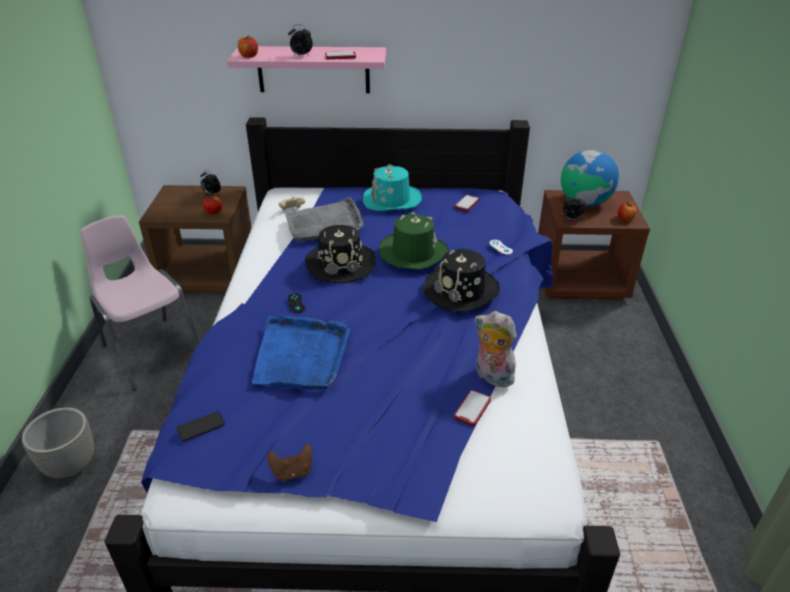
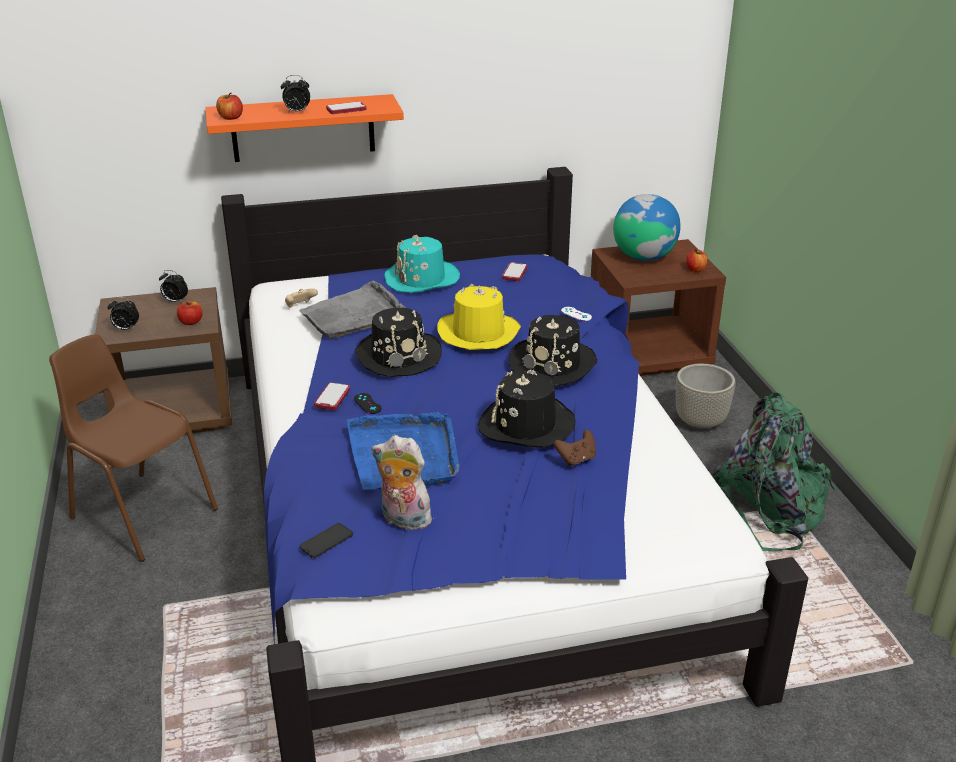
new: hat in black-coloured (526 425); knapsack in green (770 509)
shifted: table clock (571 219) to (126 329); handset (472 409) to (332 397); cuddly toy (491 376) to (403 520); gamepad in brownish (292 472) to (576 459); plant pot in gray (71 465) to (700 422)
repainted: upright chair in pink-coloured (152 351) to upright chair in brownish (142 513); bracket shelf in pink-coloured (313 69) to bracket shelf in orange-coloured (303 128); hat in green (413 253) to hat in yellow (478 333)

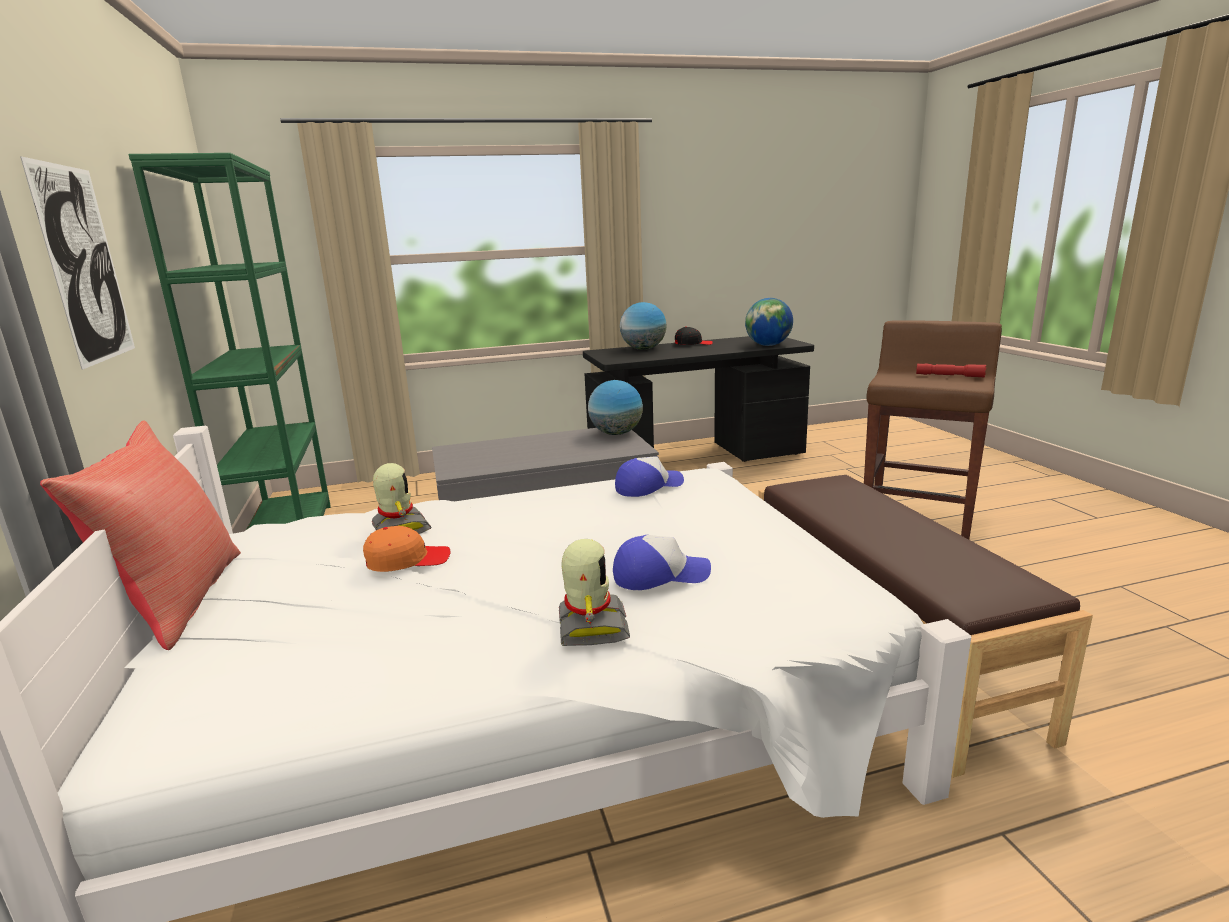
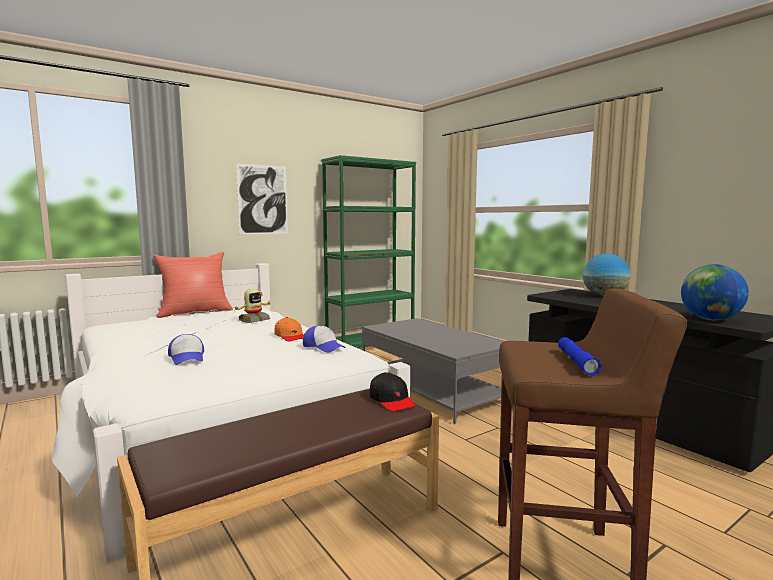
gone: toy robot (590 627); globe (616 434)
shifted: cap in orange-coloured (407 560) to (290 336); cap in black-coloured (693 344) to (392 400)
repainted: flashlight in red-coloured (949 376) to flashlight in blue-coloured (576 362)

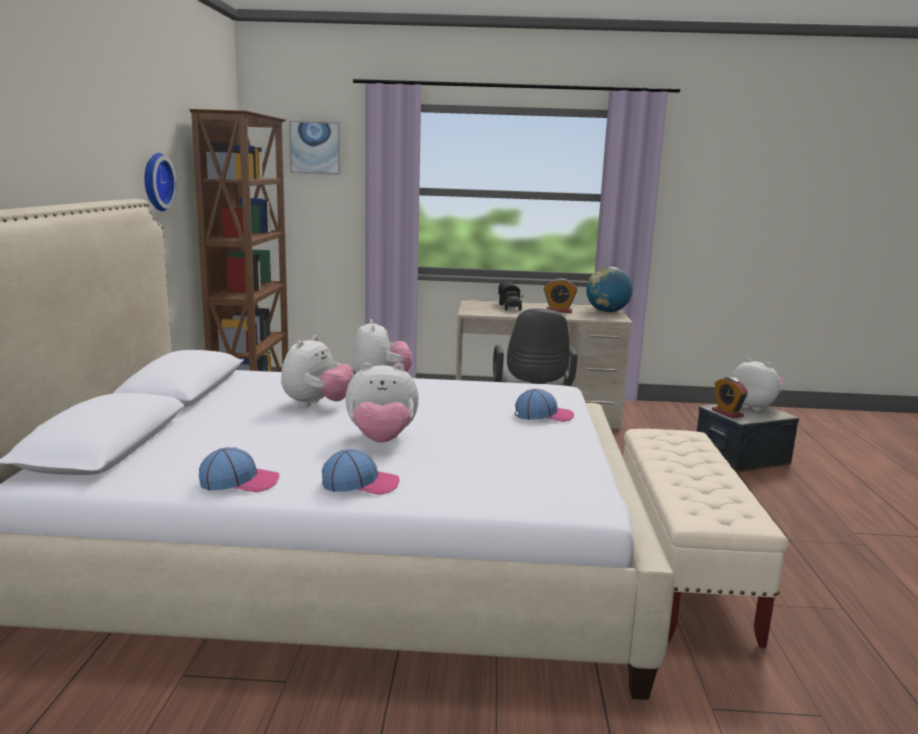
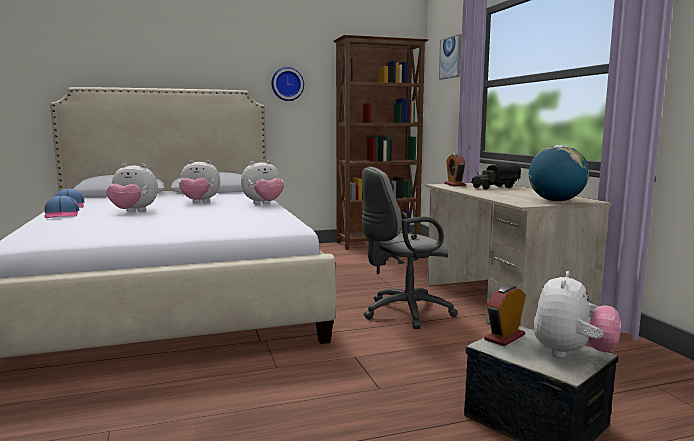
gone: cap (544 415); indoor bench in sand-coloured (681 572)
shifted: table clock (559 311) to (454 185)
rotated: cuddly toy (381 440) = (133 212) 60 degrees counterclockwise

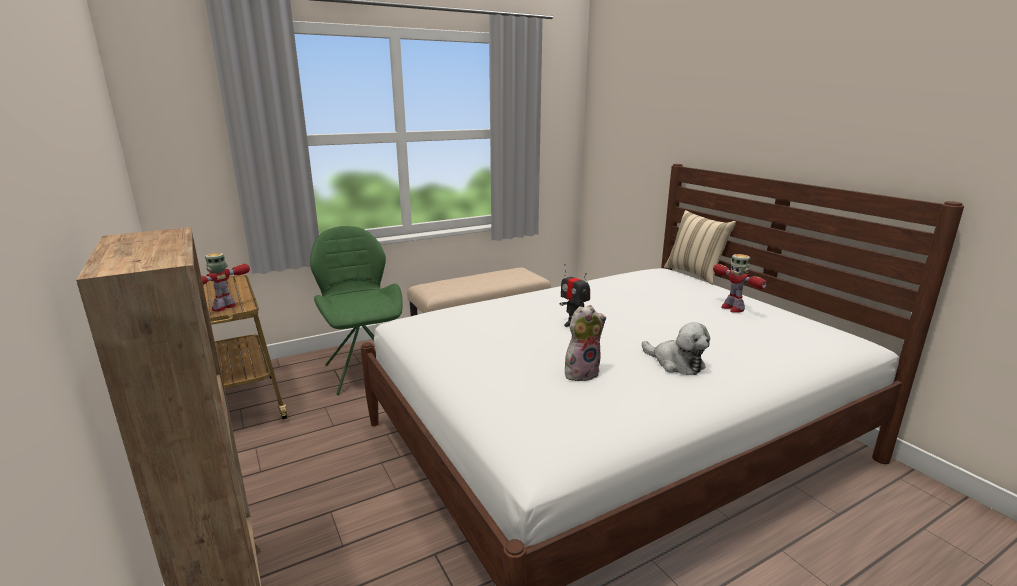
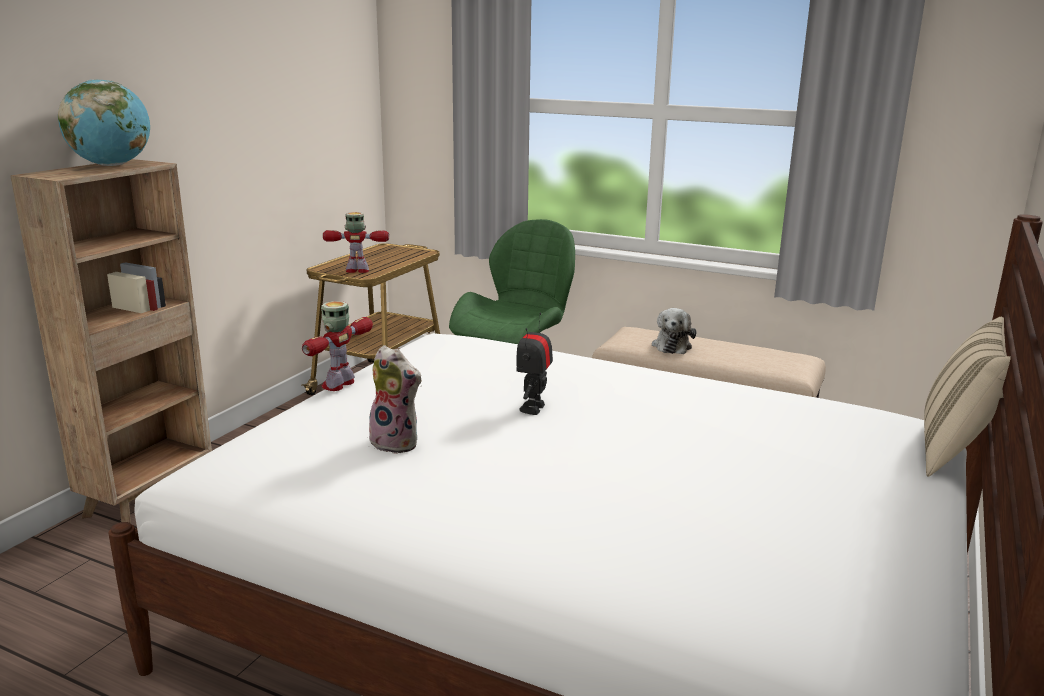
new: globe (111 165)
shifted: toy robot (732 308) to (339 384); cuddly toy (676 363) to (672 345)

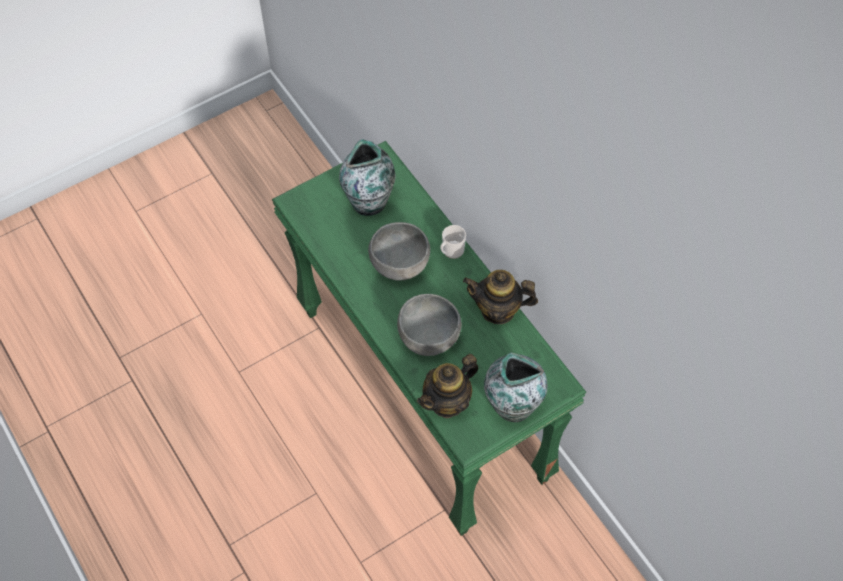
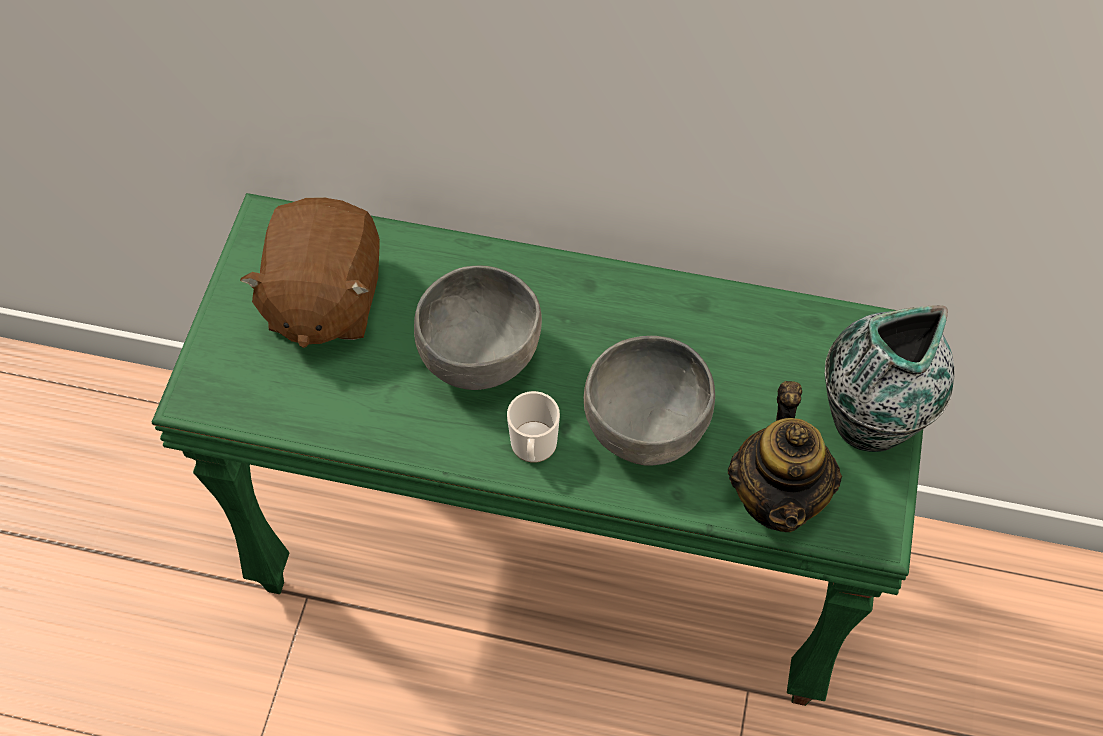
gone: teapot (498 310)
shifted: mug (451 251) to (533 448)
swapped: decorative vase (369 201) to cuddly toy in brownish (323 300)

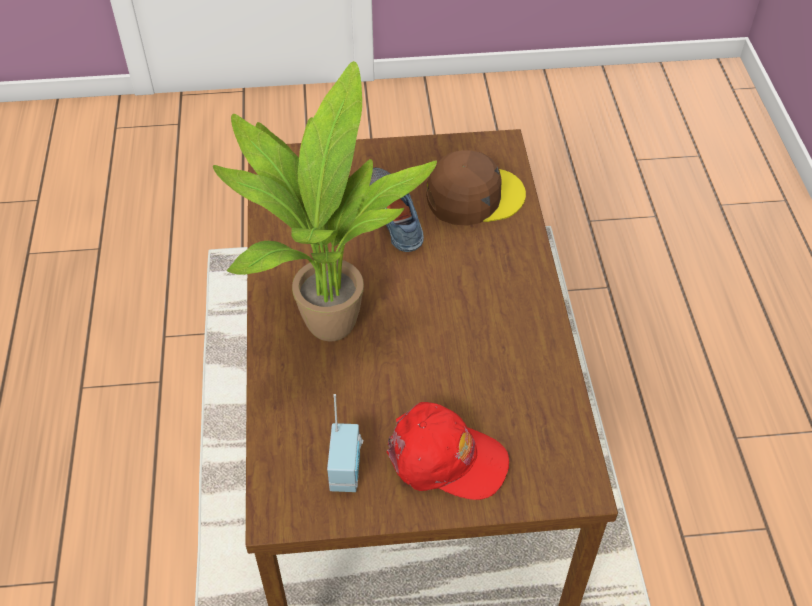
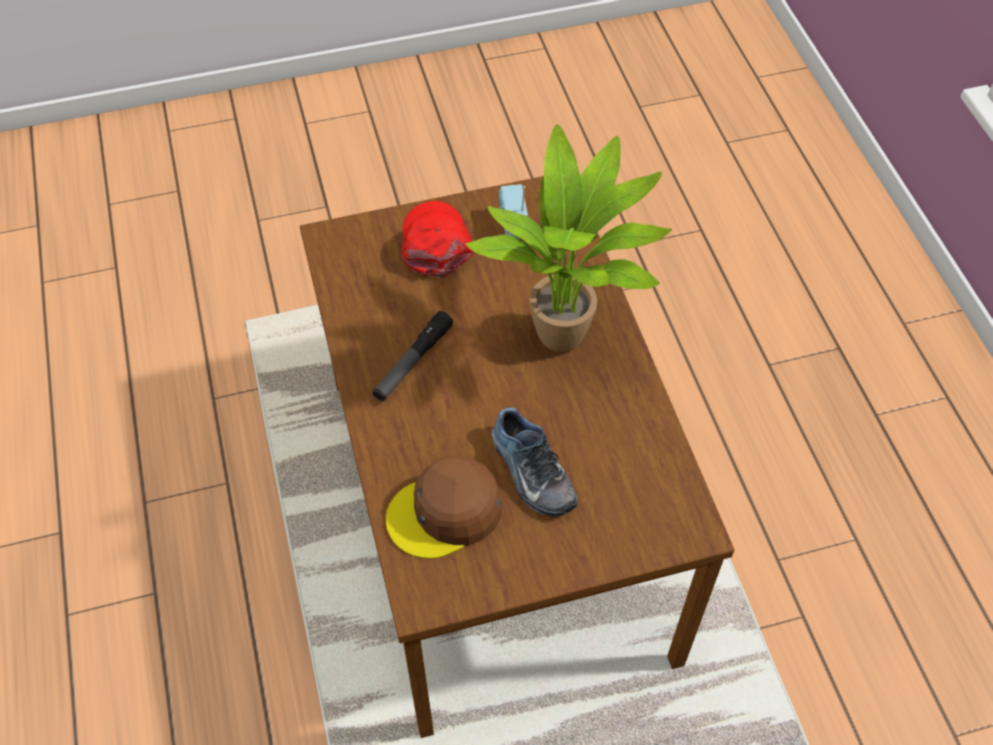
new: flashlight (412 362)
rotated: cap in red-coloured (446 458) = (435 243) 75 degrees clockwise

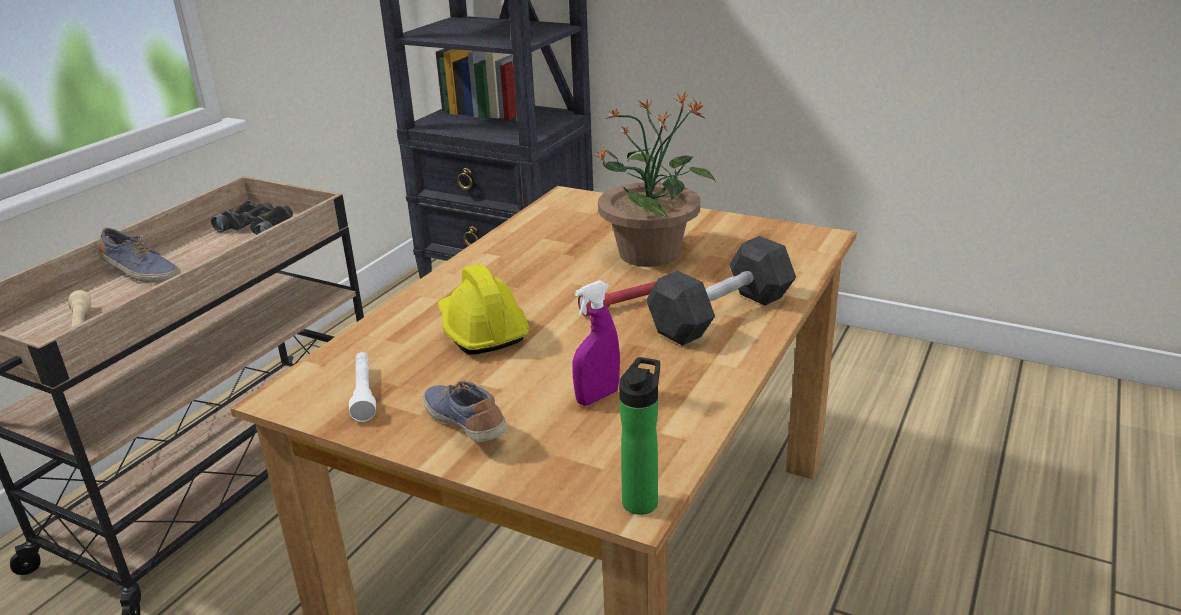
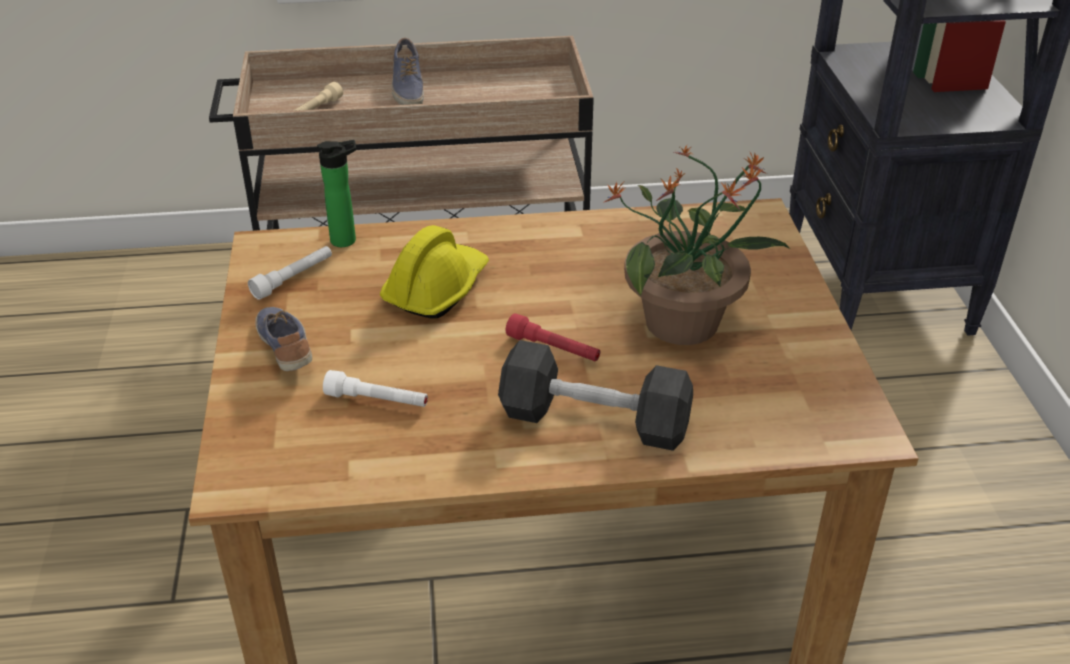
gone: field glasses in black-coloured (259 227)
shifted: drink bottle (642 499) to (347 240)
swapped: hand sprayer in purple-coloured (597 397) to flashlight in white-coloured (377 401)
rotated: item of footwear (466 424) = (287 349) 45 degrees counterclockwise

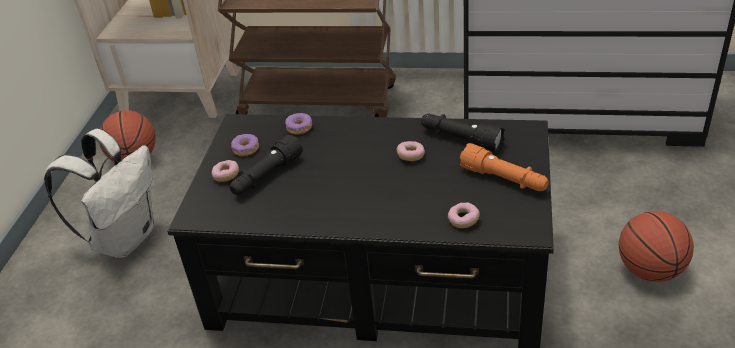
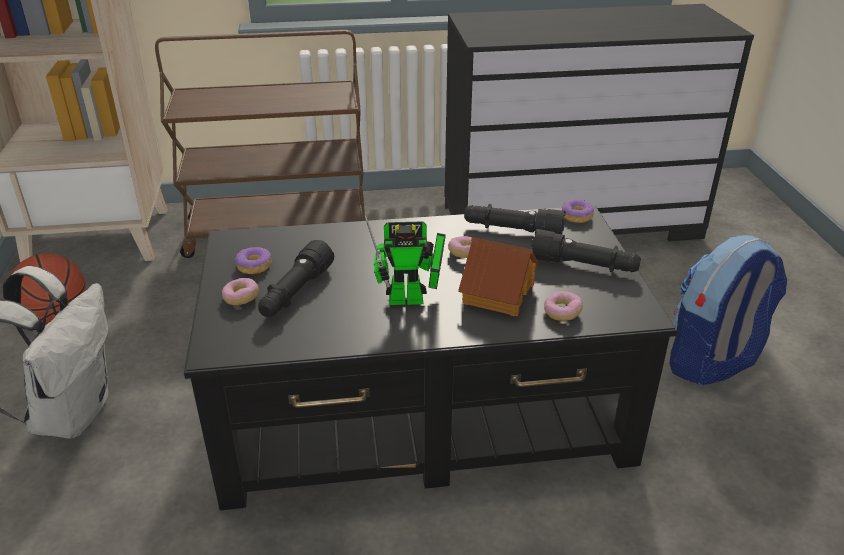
new: toy robot (412 299); toy house (497 293)
shifted: donut (299 128) to (577 216)
swapped: basketball ball (650 270) to knapsack (712 362)
repainted: flashlight in orange-coloured (504 179) to flashlight in black-coloured (584 266)

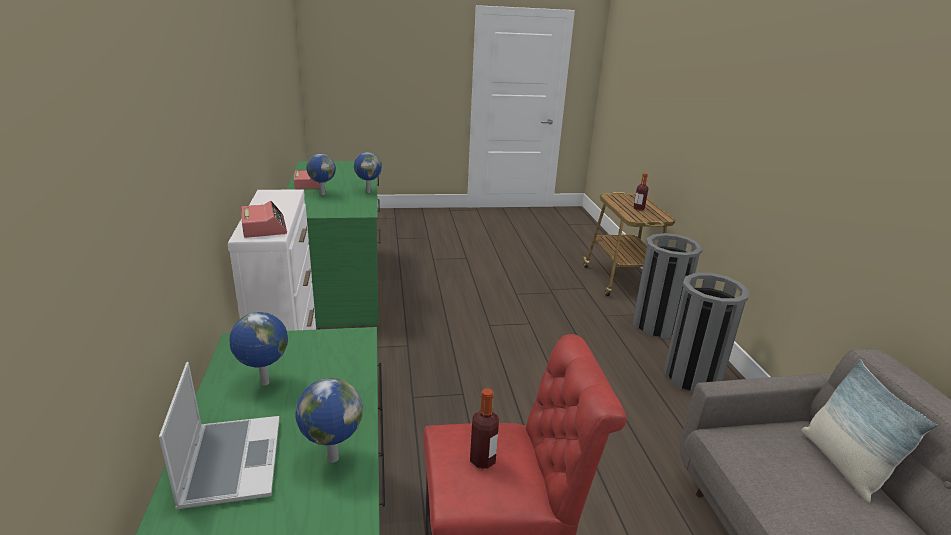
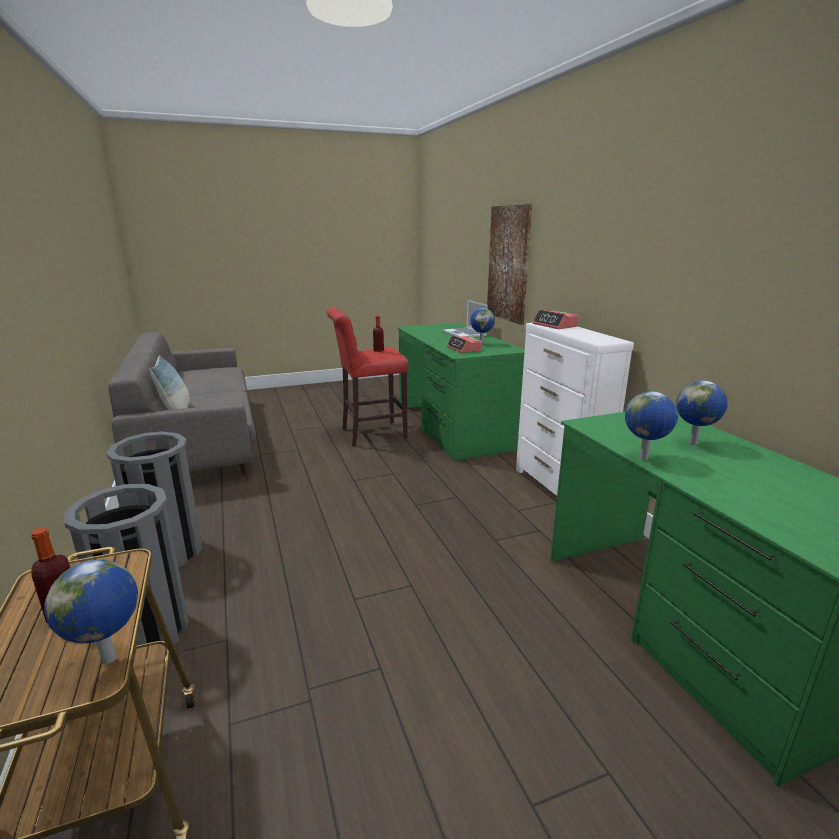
new: wall art (509 264)
shifted: globe (332 458) to (110 659); table clock (308 184) to (464 349)

